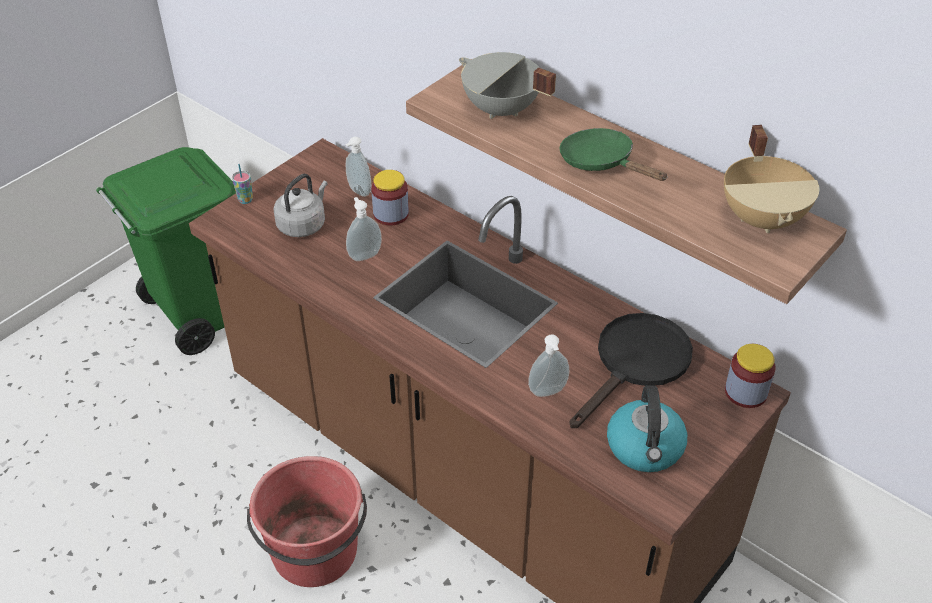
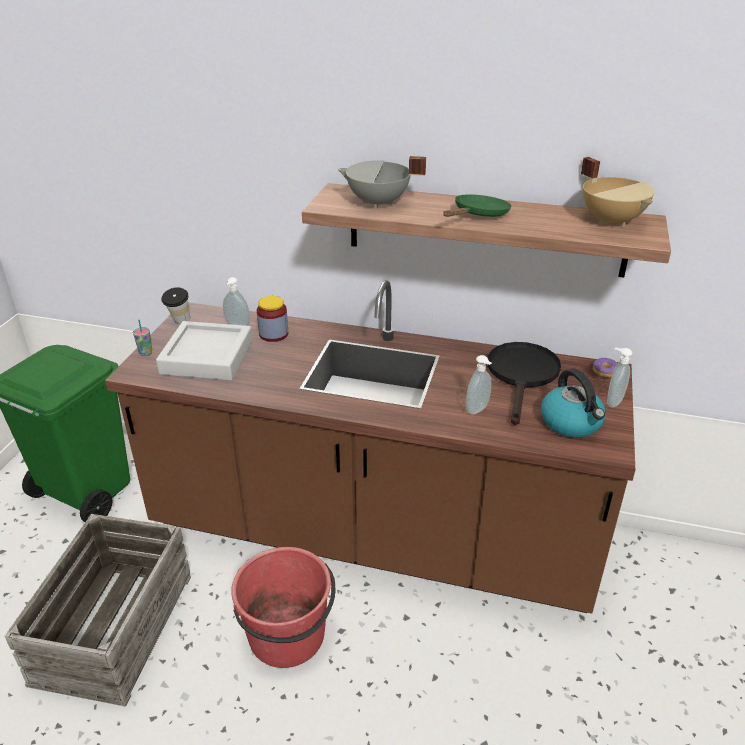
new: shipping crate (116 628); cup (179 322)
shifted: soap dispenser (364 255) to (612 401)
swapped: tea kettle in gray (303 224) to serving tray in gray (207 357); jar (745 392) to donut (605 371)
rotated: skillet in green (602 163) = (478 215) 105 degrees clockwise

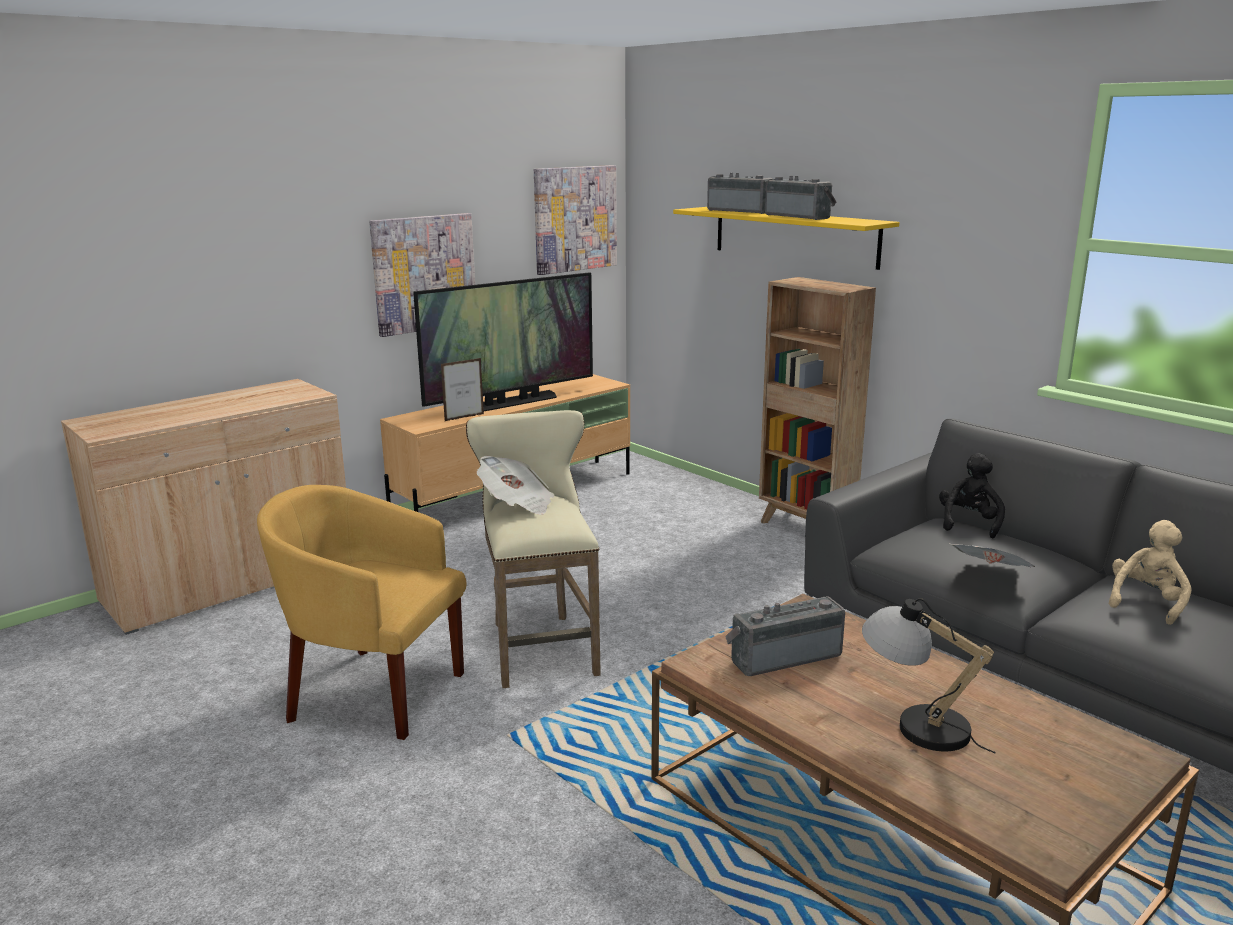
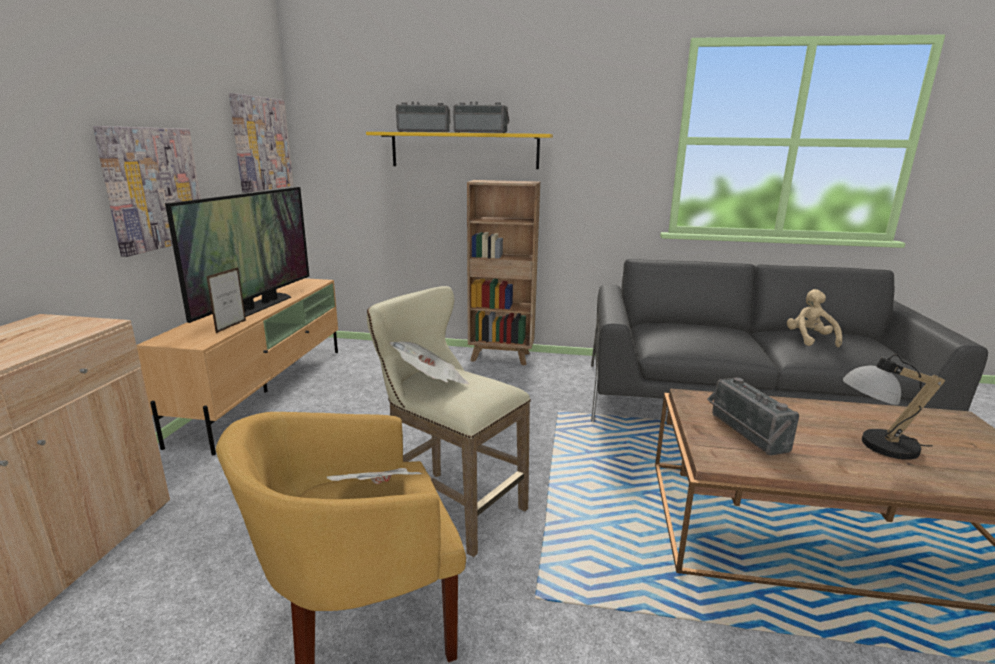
gone: cuddly toy in black-coloured (969 523)
shifted: printed paper (990 576) to (380 496)
rotated: radio set (783 656) = (744 433) 45 degrees counterclockwise

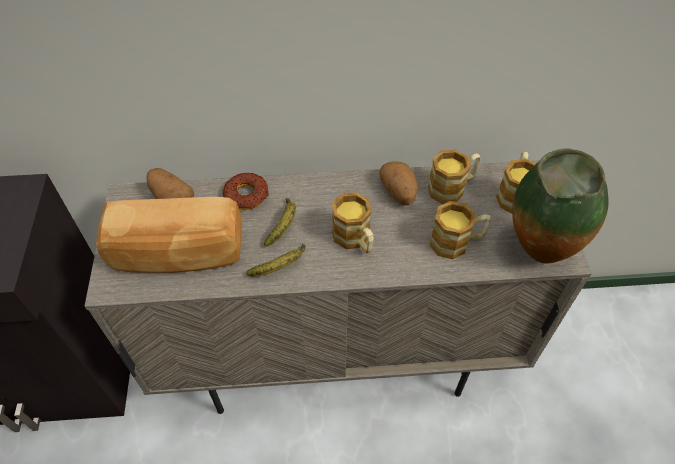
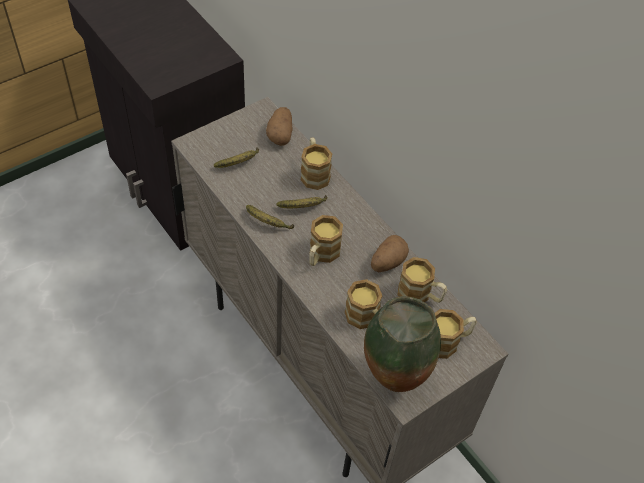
swapped: bakery bread (178 253) to banana (239 163); donut (246 195) to mug (314 173)

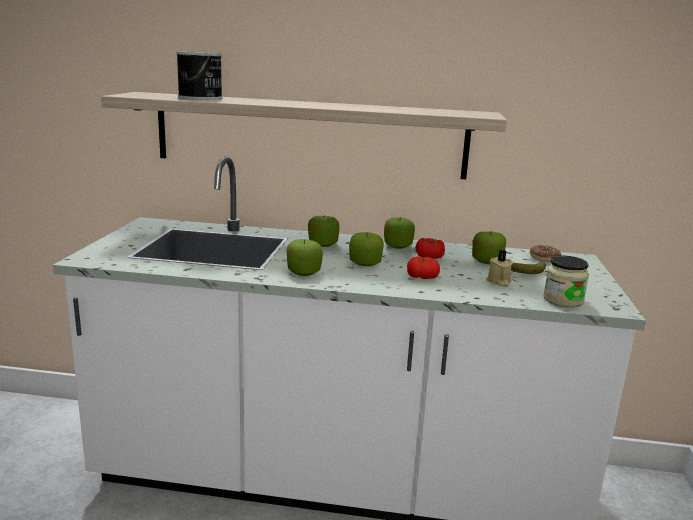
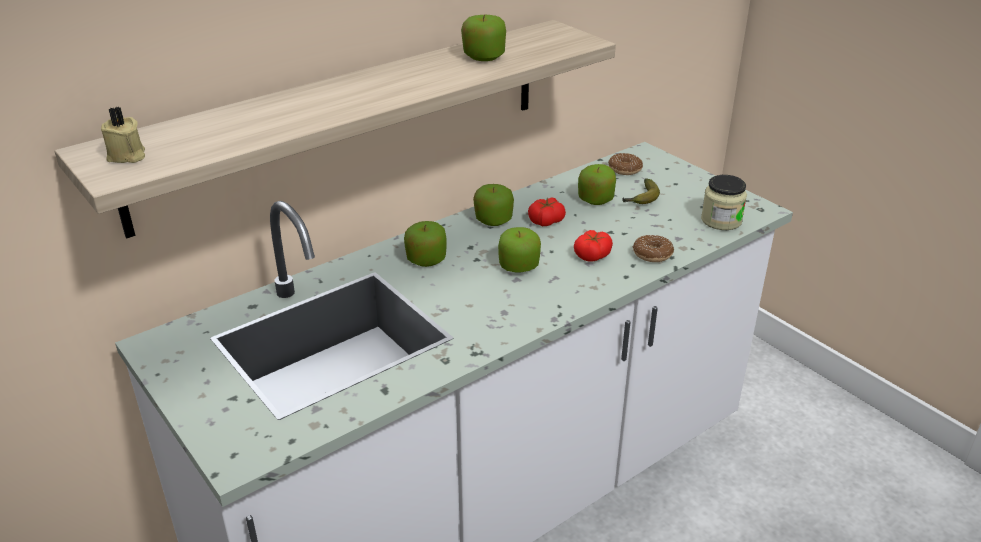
gone: metal can (201 98)
new: donut (652 254)
shifted: wax candle in sand-coloured (498 282) to (127 156); whole apple (303 272) to (483 56)

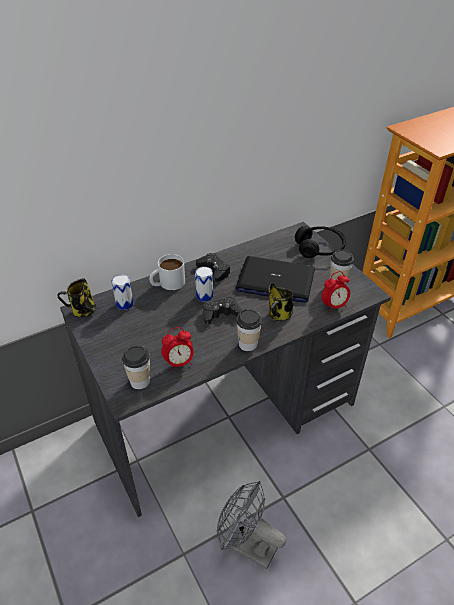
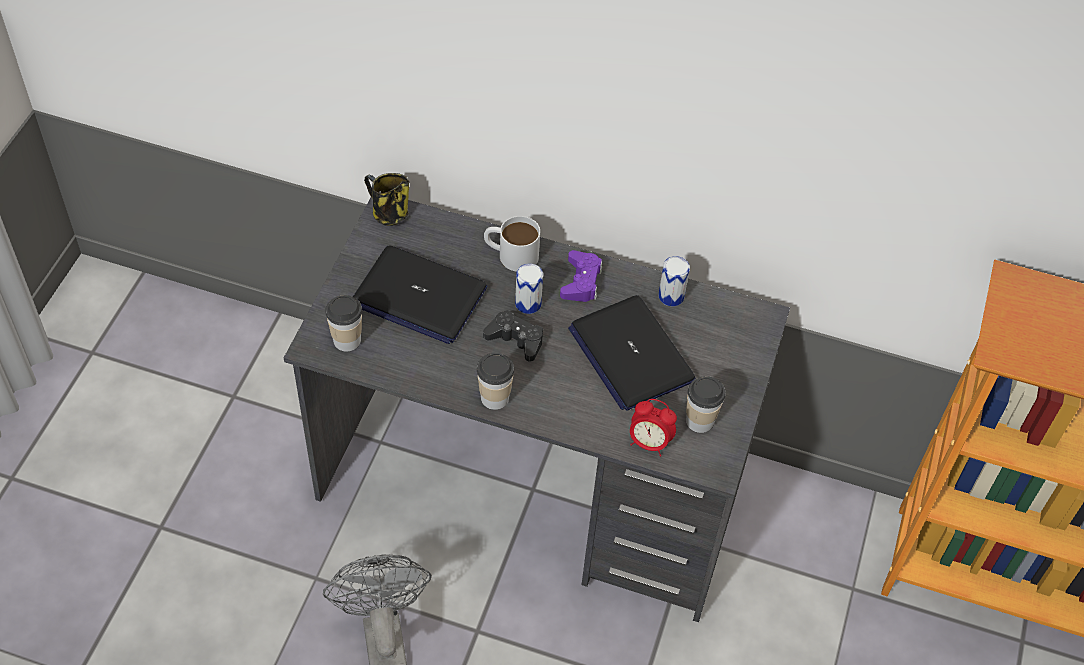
gone: table clock (179 363); mug (279 315); pair of headphones in black-coloured (319 248)
new: laptop (419 296)
shifted: metal can (124 304) to (671 296)
repainted: gamepad in black-coloured (214 271) to gamepad in purple-coloured (581 281)

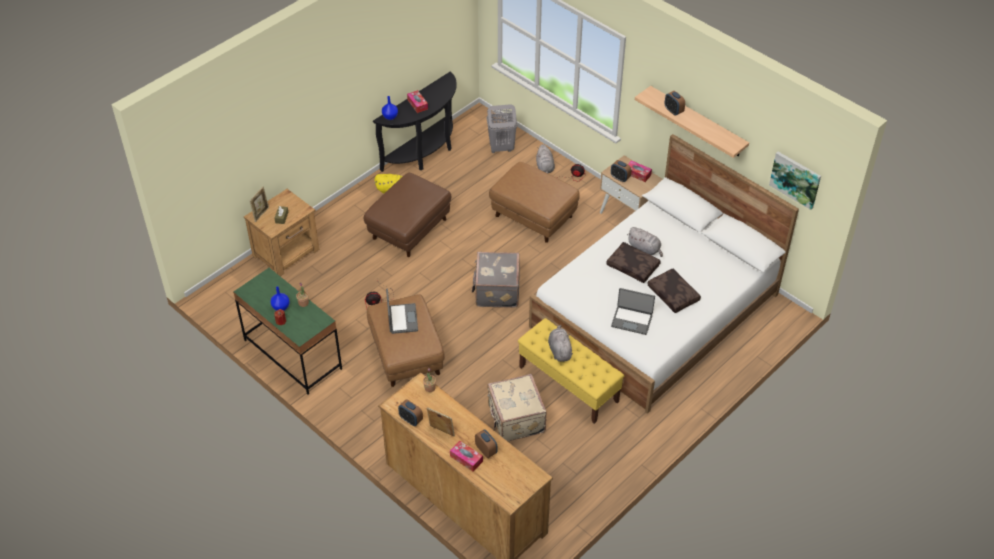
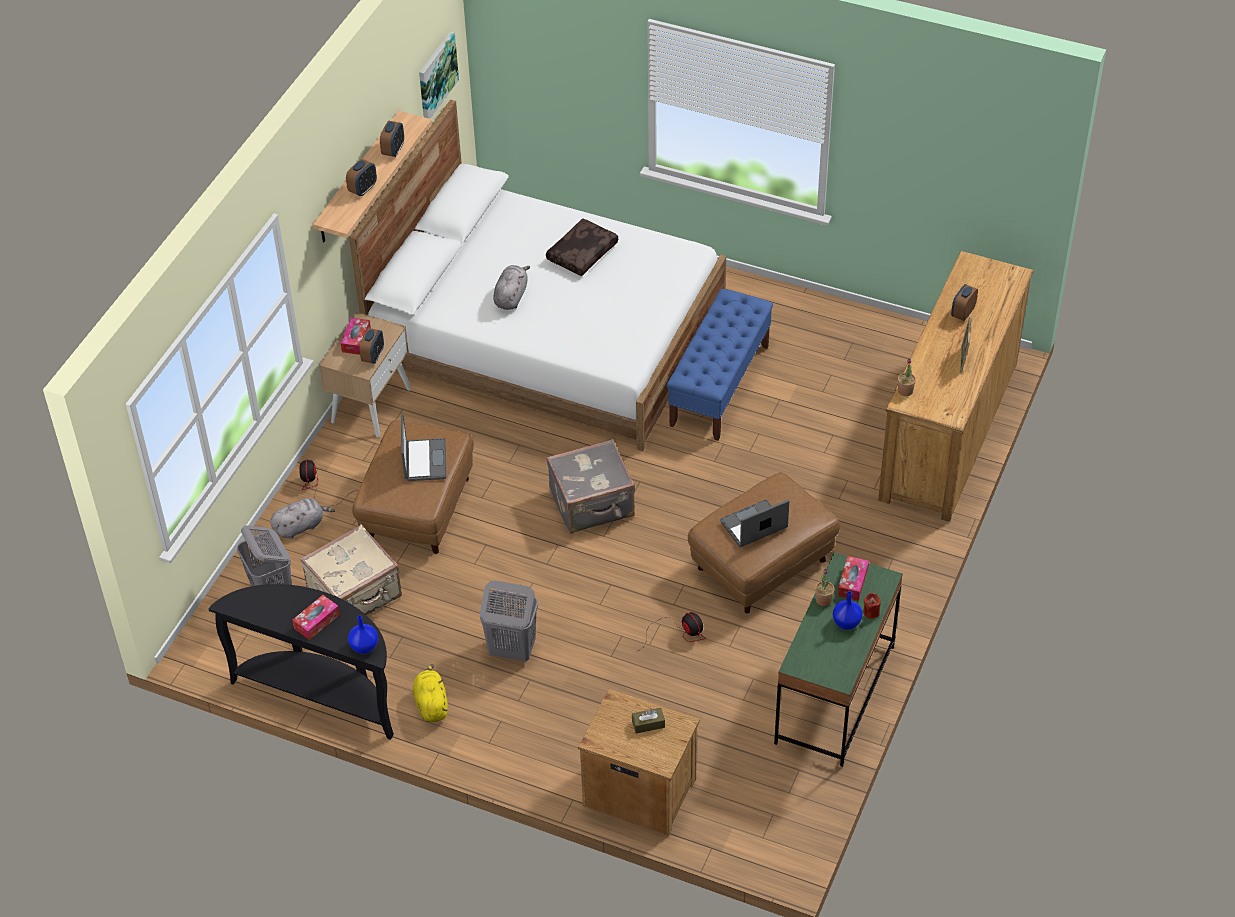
gone: standing frame (261 214); cuddly toy in gray (559 350); throw pillow in brownish (633 266)
shifted: piece of luggage in sand-coloured (515 419) to (356 595); table clock (411 420) to (393 150); laptop (632 320) to (424 460); box of tissues (466 458) to (852 582)
swapped: ottoman in brownish (409 228) to laundry basket in gray (511 650)
repainted: indoor bench in yellow (569 384) to indoor bench in blue-coloured (719 385)

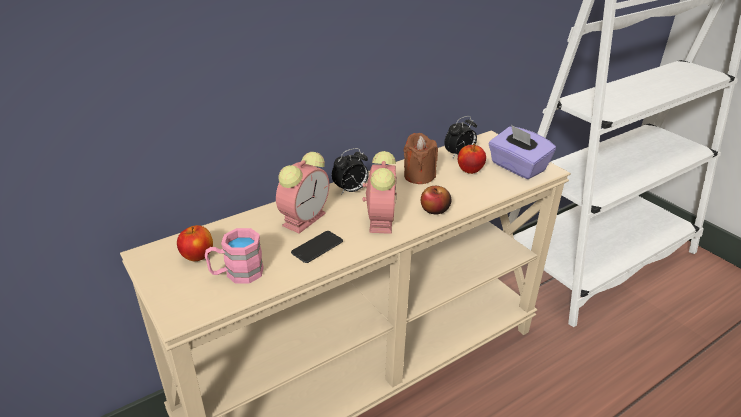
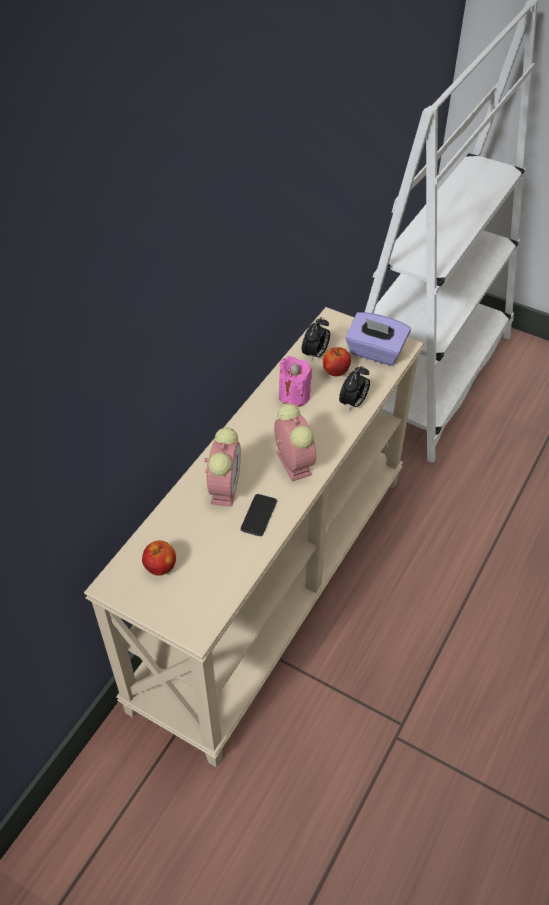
gone: mug in pink-coloured (236 273); whole apple (435 210)
shifted: table clock (350 190) to (353 403)
repainted: wax candle in brownish (419 176) to wax candle in pink-coloured (294 396)

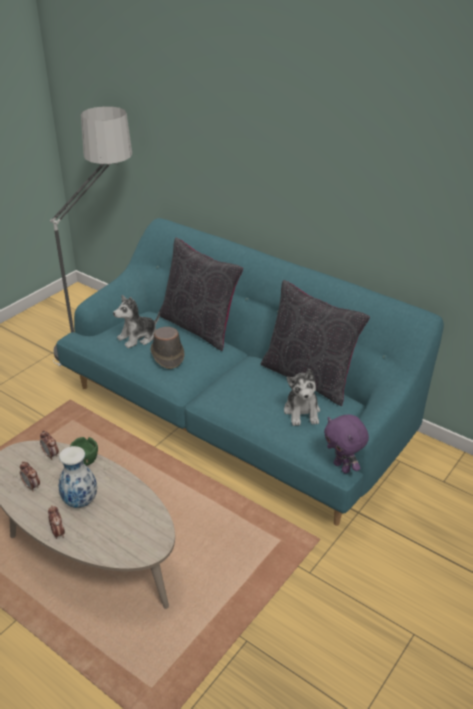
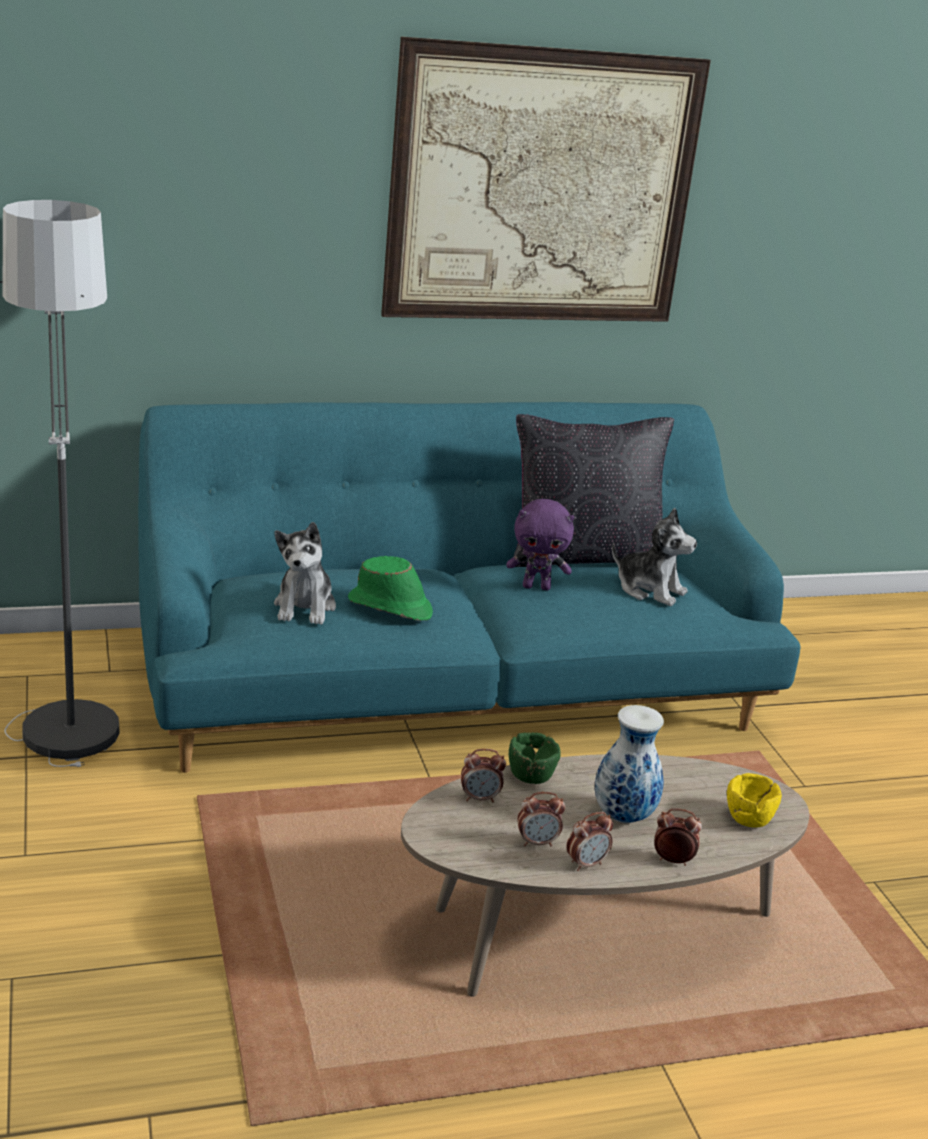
gone: throw pillow in black-coloured (199 327)
new: wall art (542 188); table clock (586 864); bowl in yellow (749 818)
shifted: cuddly toy in purple-coloured (342 467) to (536 587)
repainted: hat in brownish (167 355) to hat in green (390 607)

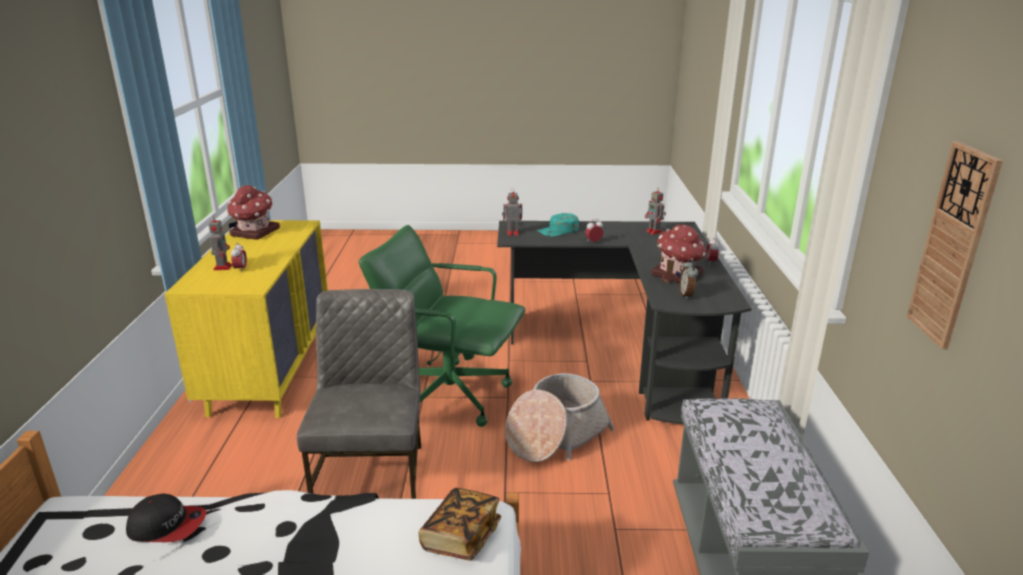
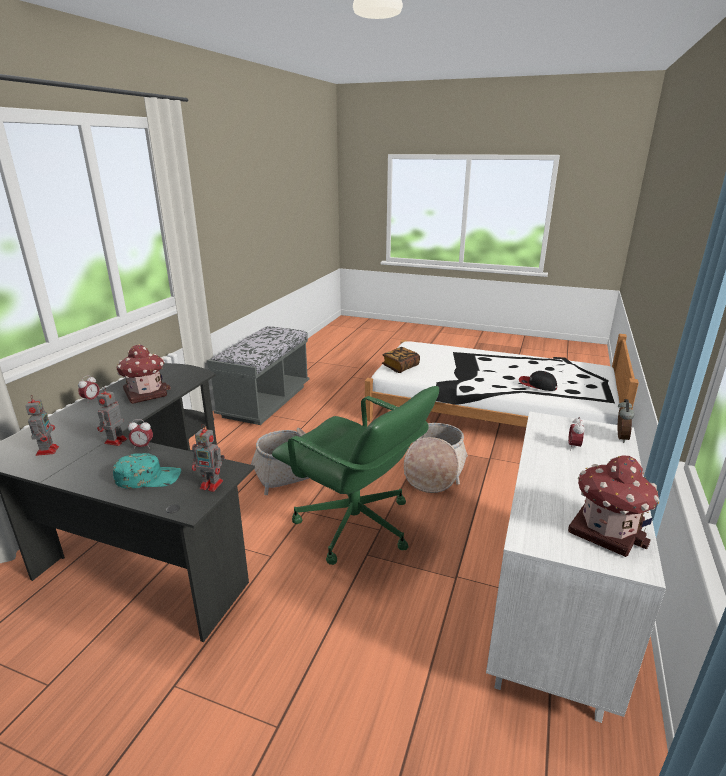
gone: wall clock (953 246)
shifted: toy robot (223 267) to (115 441); table clock (687 295) to (619 437)
swapped: upright chair in gray (373 477) to household basket (434 470)
repainted: chest of drawers in yellow (270 370) to chest of drawers in white-coloured (552 613)

